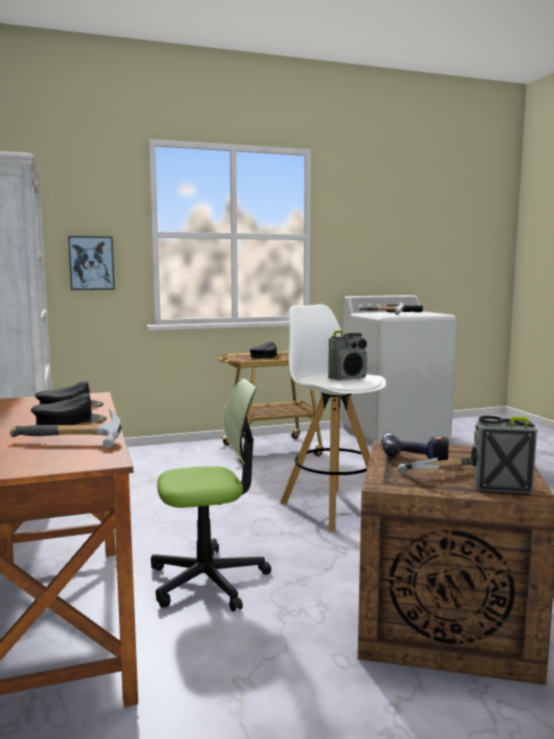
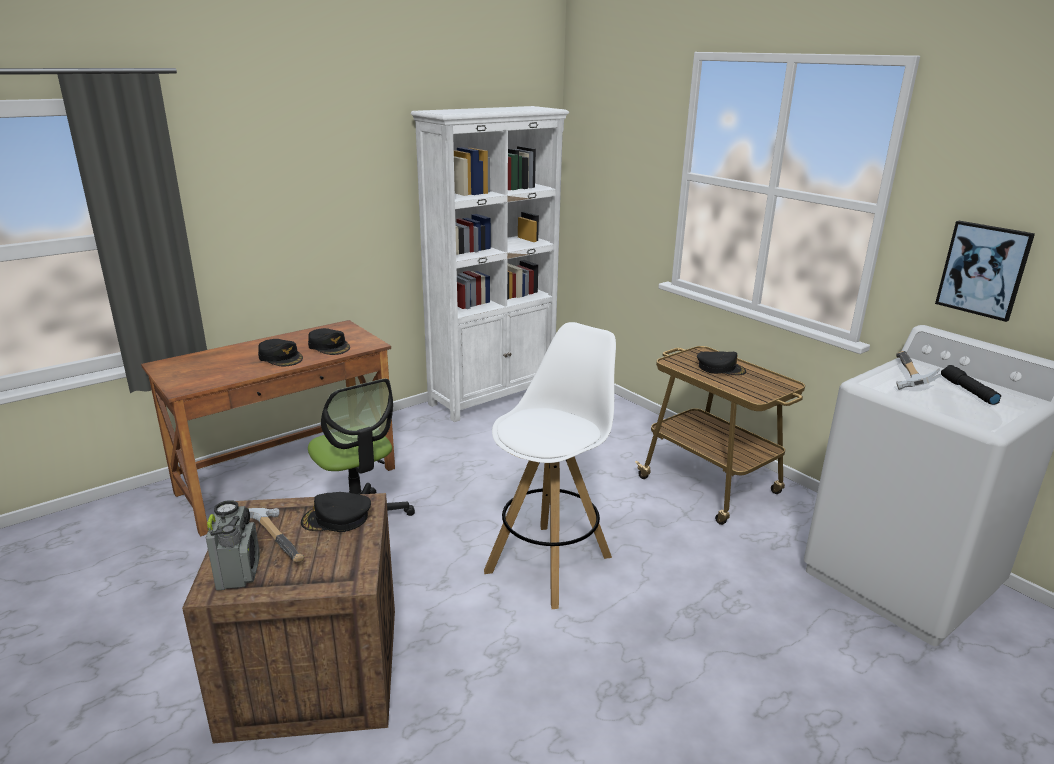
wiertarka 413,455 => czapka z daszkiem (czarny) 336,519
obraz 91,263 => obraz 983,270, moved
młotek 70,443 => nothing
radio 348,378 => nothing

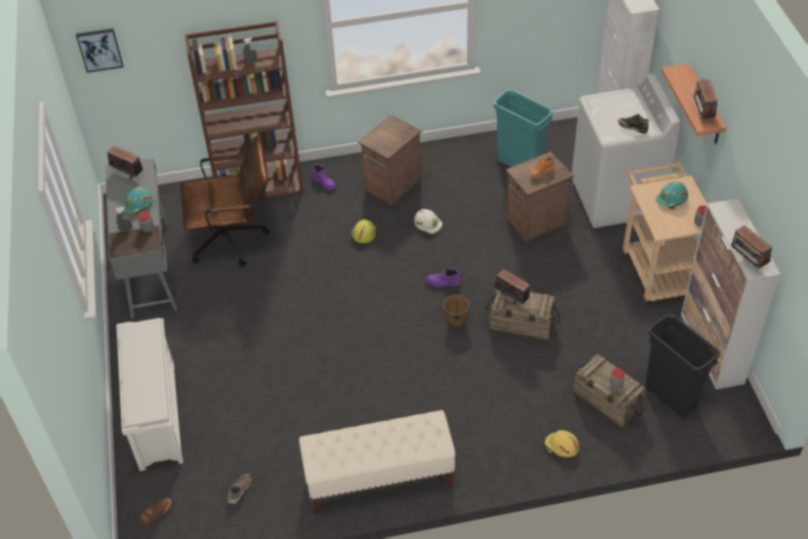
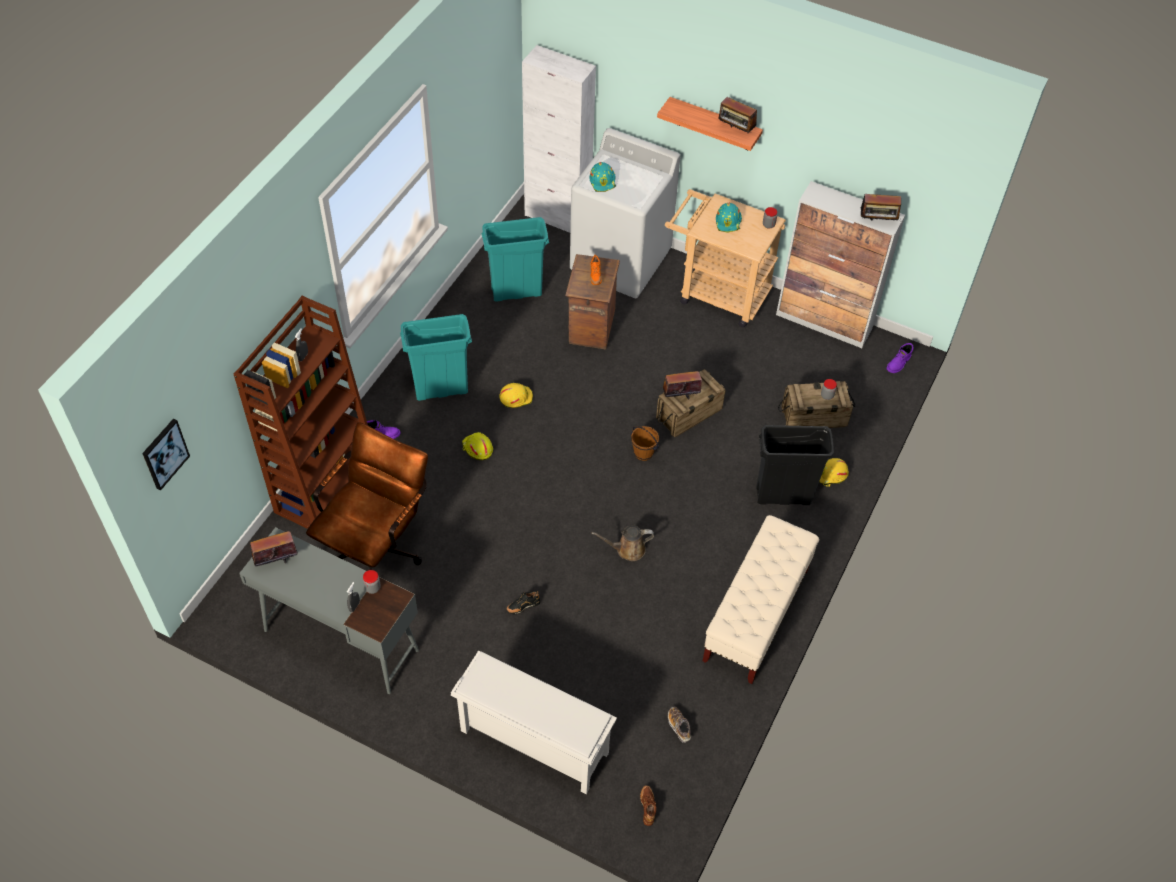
skrzynka 392,185 => kosz na śmieci (turkusowy) 441,389
kask (biały) 428,224 => kask (żółty) 516,397
but (czarny) 632,128 => but (czarny) 523,606, moved
kask (turkusowy) 139,205 => kask (turkusowy) 603,181, moved
nothing => konewka (brązowy) 627,549
kosz na śmieci (czarny) 669,397 => kosz na śmieci (czarny) 783,496, moved
but z cholewką (fioletowy) 443,283 => but z cholewką (fioletowy) 899,364, moved

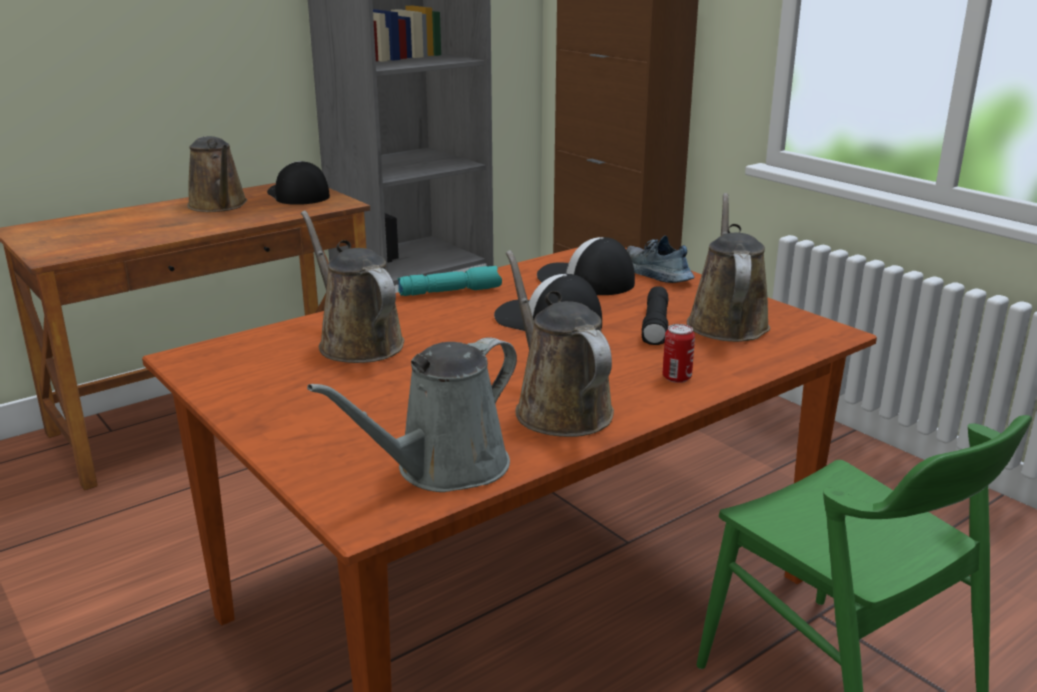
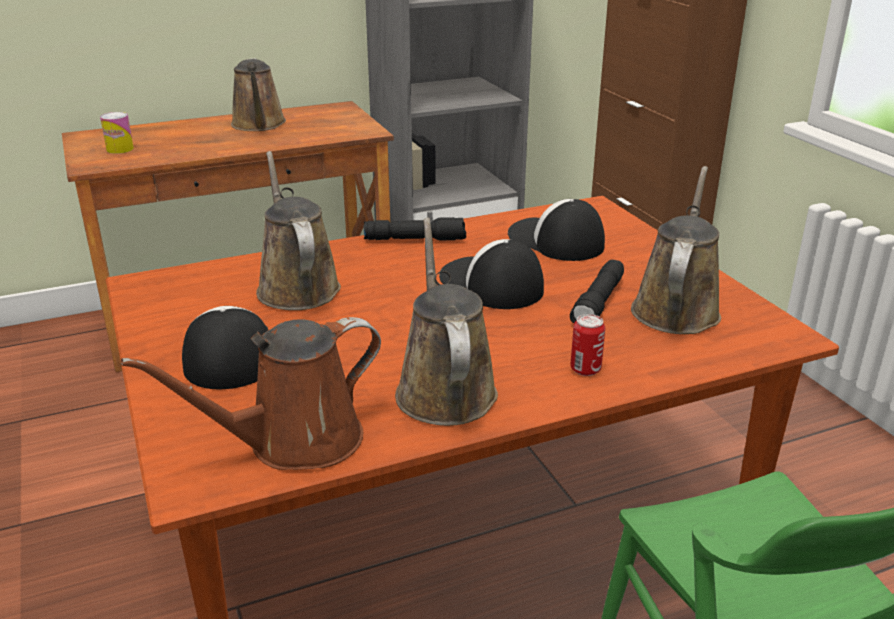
nothing => puszka 120,149
konewka (szary) 444,469 => konewka (brązowy) 294,442
czapka z daszkiem 297,195 => czapka z daszkiem 227,354, moved
latarka (turkusowy) 450,291 => latarka (czarny) 416,239
but 655,274 => nothing

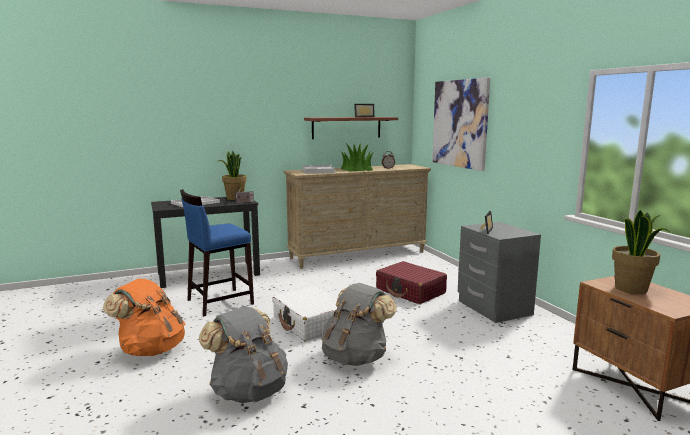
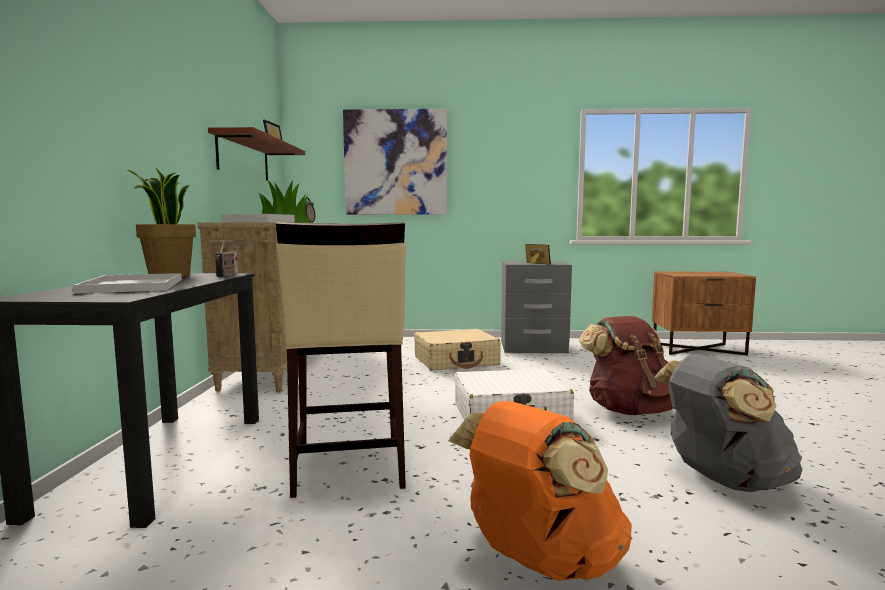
stołek (niebieski) 219,302 => stołek (beżowy) 347,466
walizka (czerwony) 410,291 => walizka (beżowy) 456,361
plecak (szary) 356,357 => plecak (brązowy) 629,410
roślina doniczkowa 631,289 => nothing

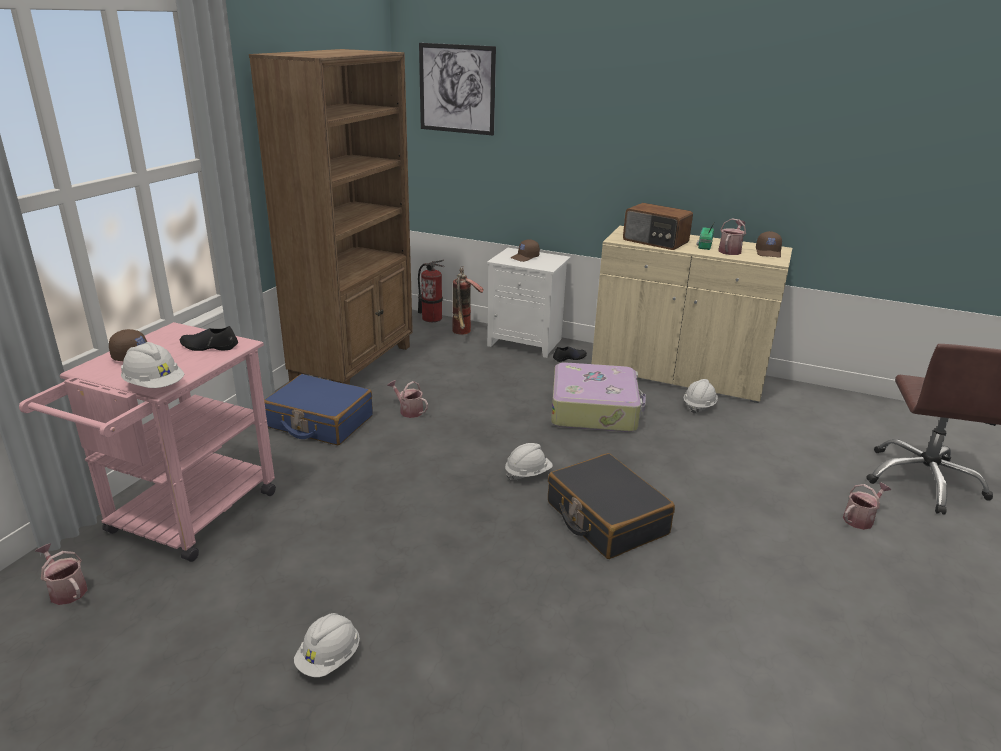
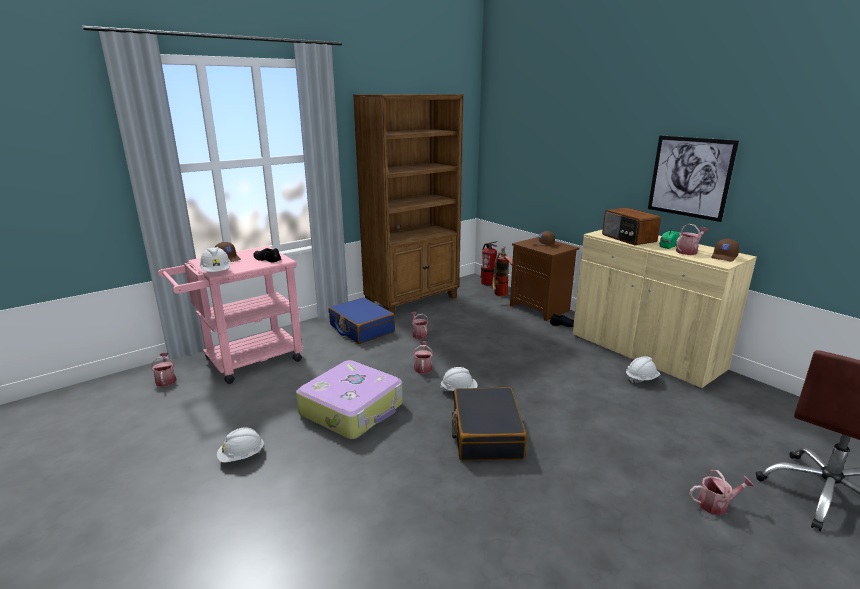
walizka 594,409 => walizka 353,409, moved
nothing => konewka 423,367
szafka nocna (biały) 527,342 => szafka nocna (brązowy) 541,308
obraz 457,89 => obraz 690,177, moved

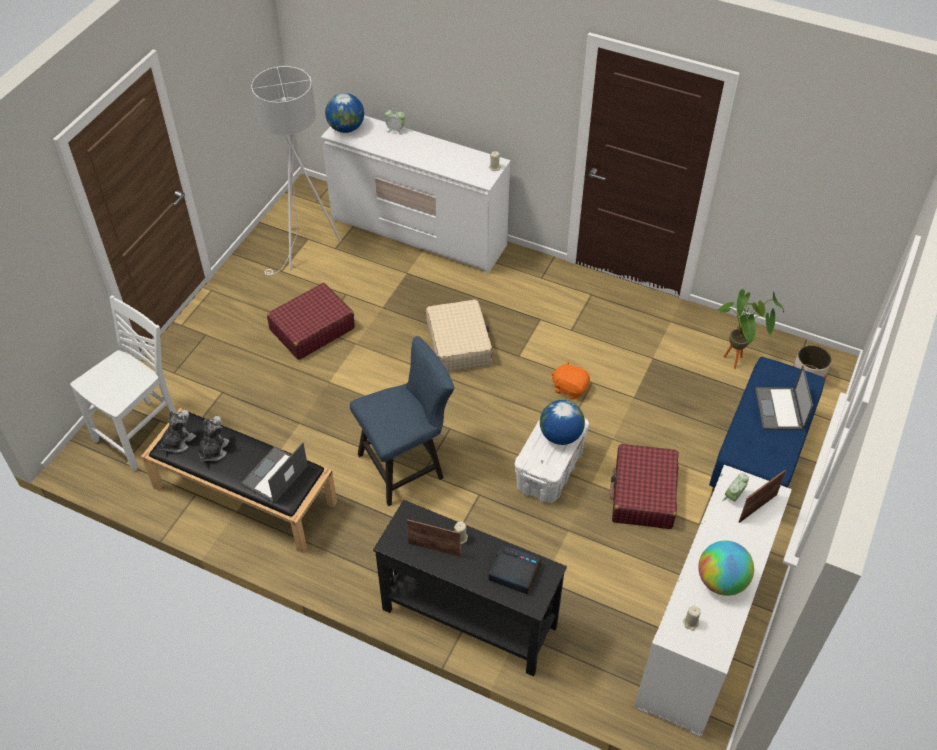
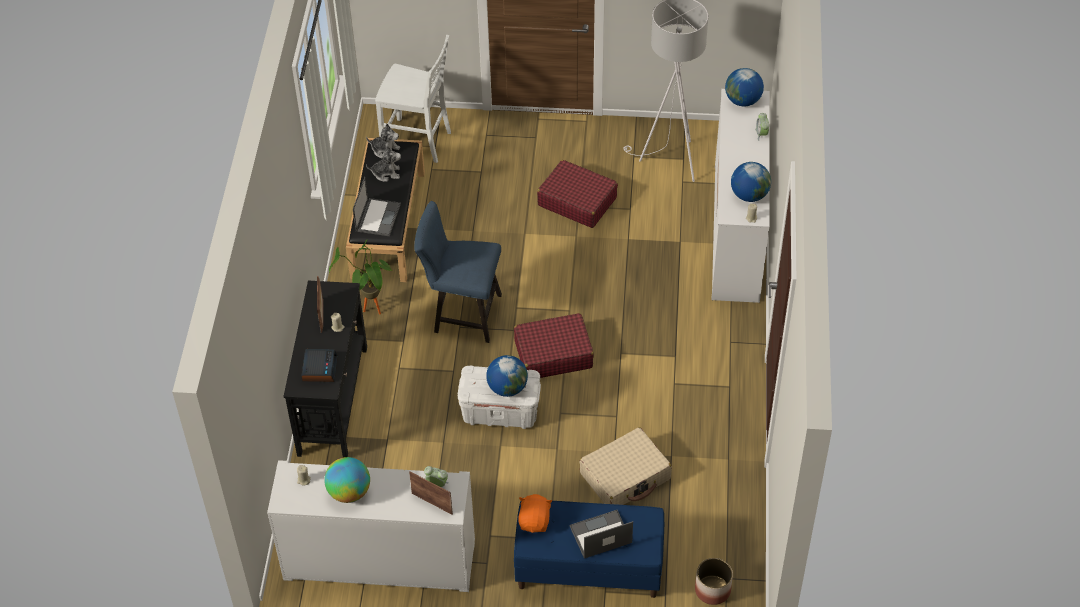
roślina doniczkowa 737,363 => roślina doniczkowa 370,312, moved
laptop 274,476 => laptop 378,217, 90 degrees clockwise
krzesło (niebieski) 407,465 => krzesło (niebieski) 462,314, 150 degrees clockwise
walizka (czerwony) 643,494 => walizka (czerwony) 553,354, moved
pluszak (pomarańczowy) 570,388 => pluszak (pomarańczowy) 535,521, moved
walizka (beżowy) 459,343 => walizka (beżowy) 625,476, moved
nothing => globus 749,195

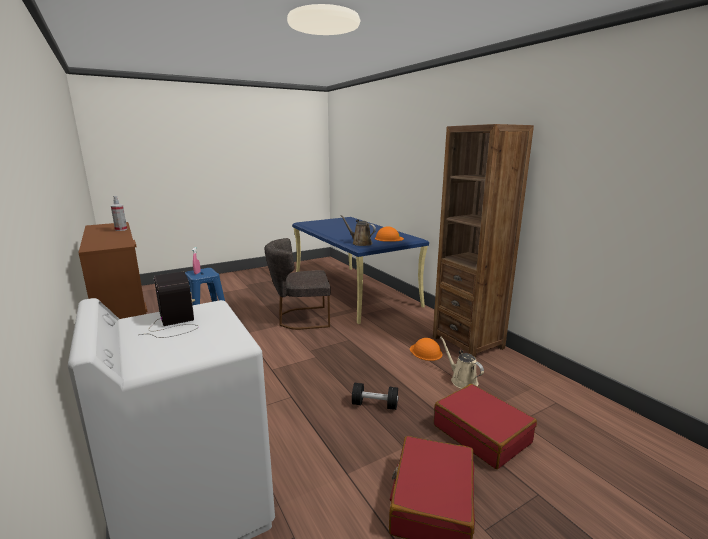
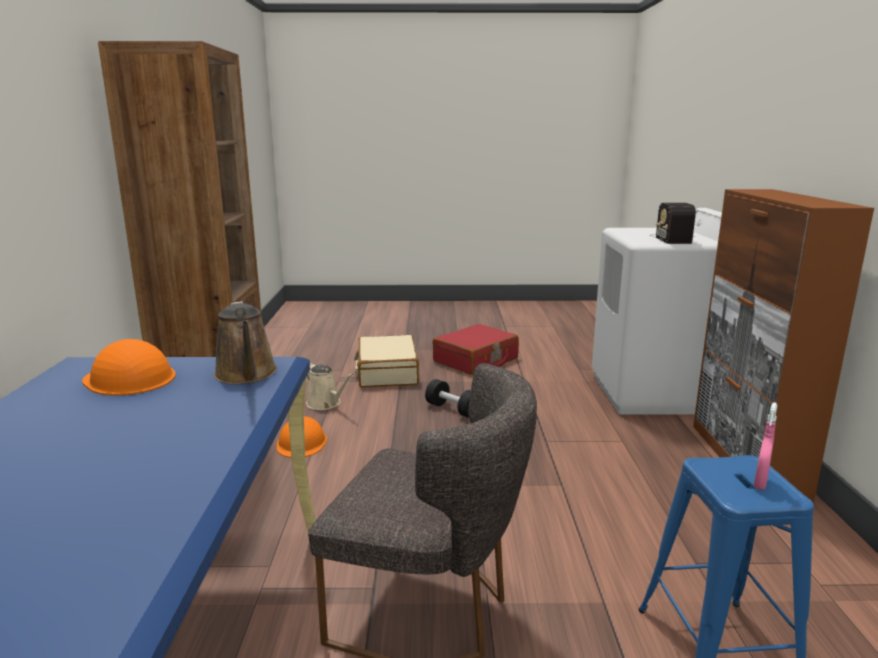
konewka (beżowy) 462,380 => konewka (beżowy) 326,403, 45 degrees counterclockwise
walizka (czerwony) 482,434 => walizka (beżowy) 387,372
spryskiwacz 121,230 => nothing

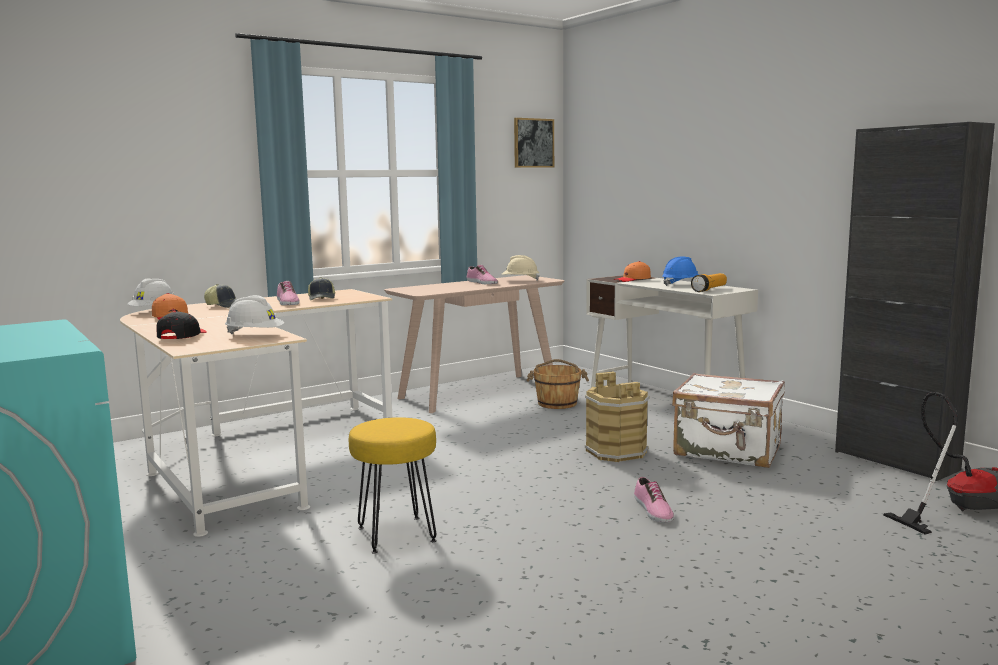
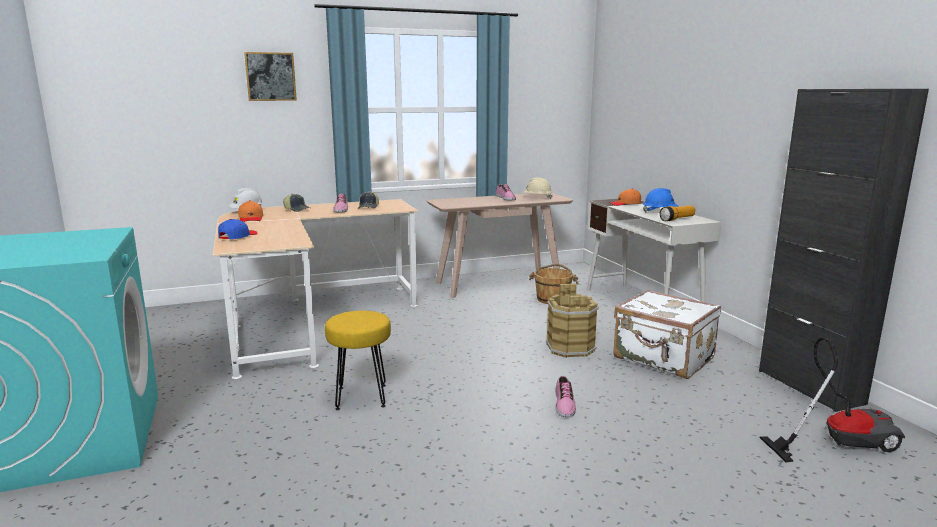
czapka z daszkiem (czarny) 182,336 => czapka z daszkiem (niebieski) 237,236
obraz 533,143 => obraz 270,76, moved
kask (biały) 255,335 => nothing

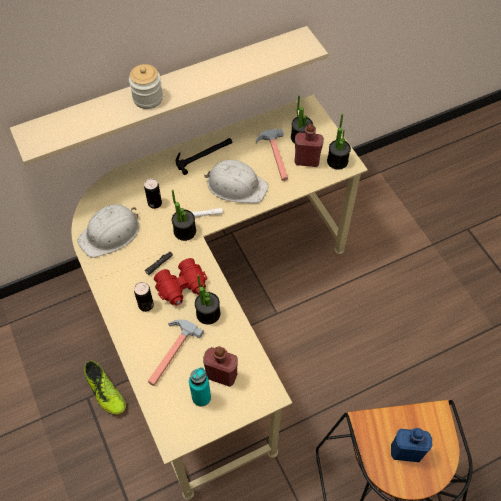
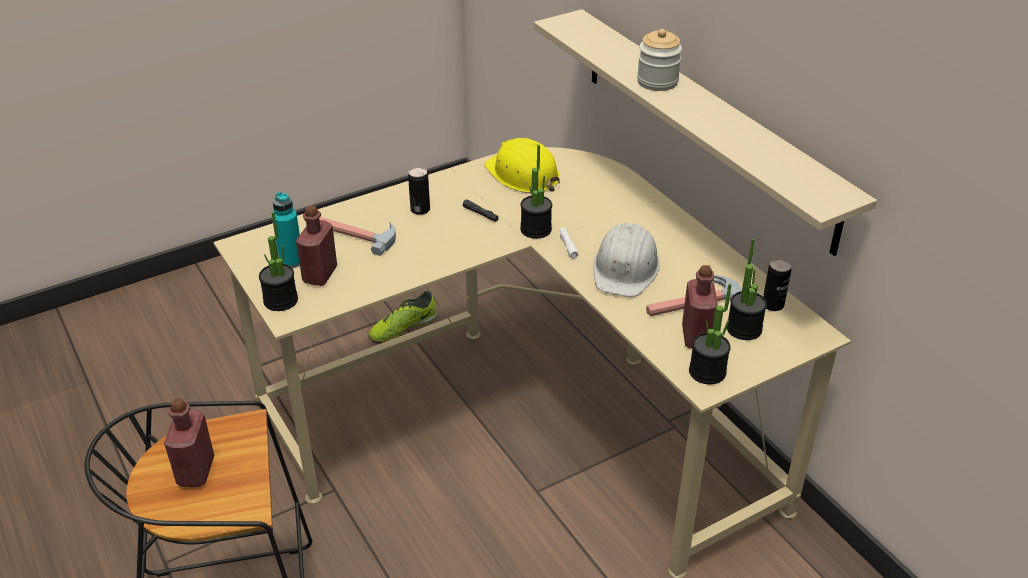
butelka (niebieski) 406,451 => butelka (czerwony) 196,471
roślina doniczkowa 208,313 => roślina doniczkowa 280,300, moved
kask (biały) 110,233 => kask (żółty) 523,174
puszka 154,203 => puszka 772,305, moved
lornetka (czerwony) 182,287 => nothing
młotek 204,154 => nothing

